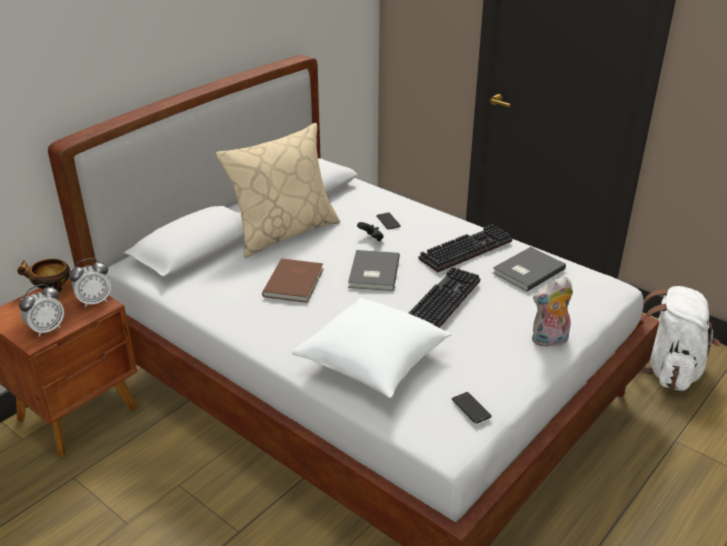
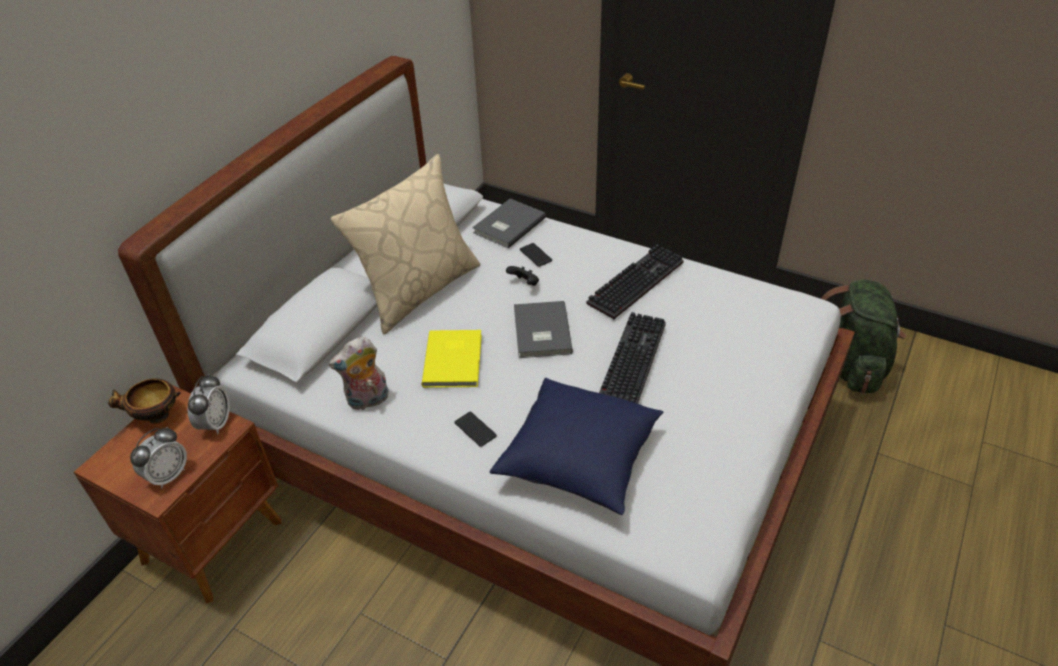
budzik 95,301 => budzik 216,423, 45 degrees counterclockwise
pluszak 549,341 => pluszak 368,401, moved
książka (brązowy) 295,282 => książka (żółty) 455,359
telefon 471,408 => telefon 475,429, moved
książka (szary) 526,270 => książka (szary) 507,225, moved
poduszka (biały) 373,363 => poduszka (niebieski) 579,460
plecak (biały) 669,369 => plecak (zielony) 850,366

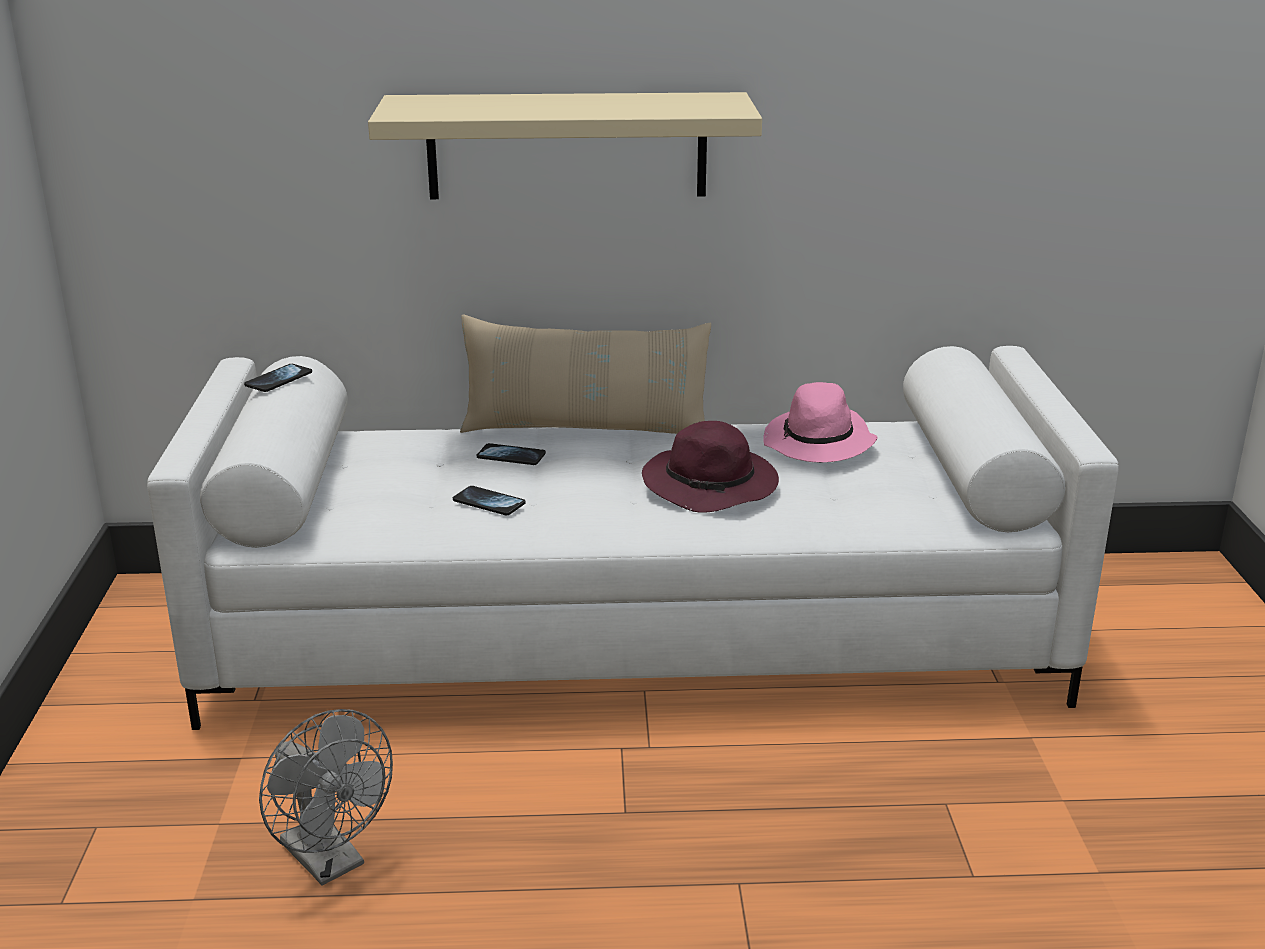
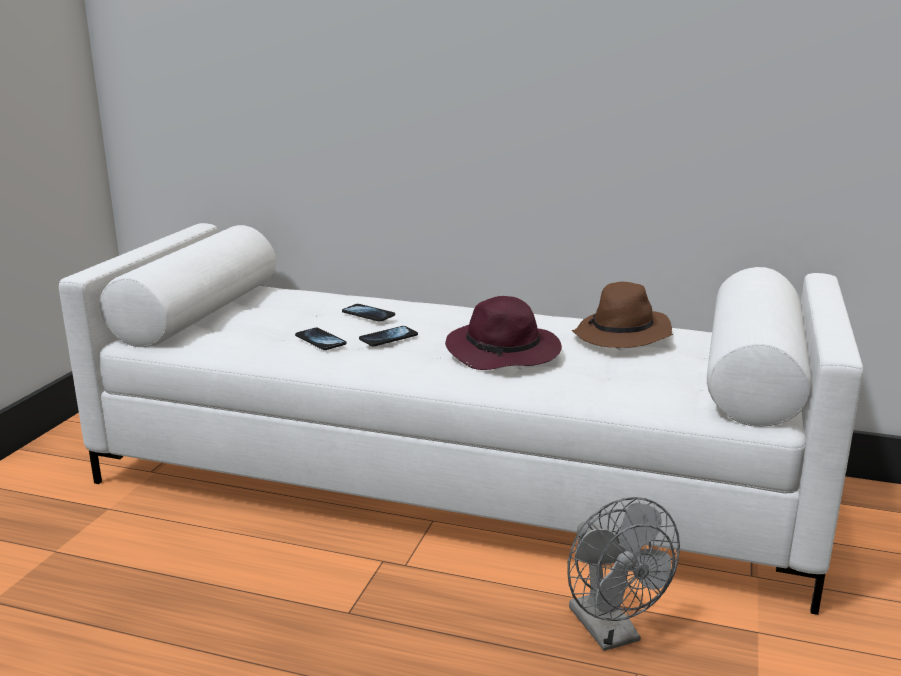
telefon 279,380 => telefon 388,338, moved
wentylator (szary) 331,862 => wentylator (szary) 611,633, moved
kapelusz (różowy) 819,444 => kapelusz (brązowy) 622,336
półka (beżowy) 567,146 => nothing
poduszka (beżowy) 585,429 => nothing

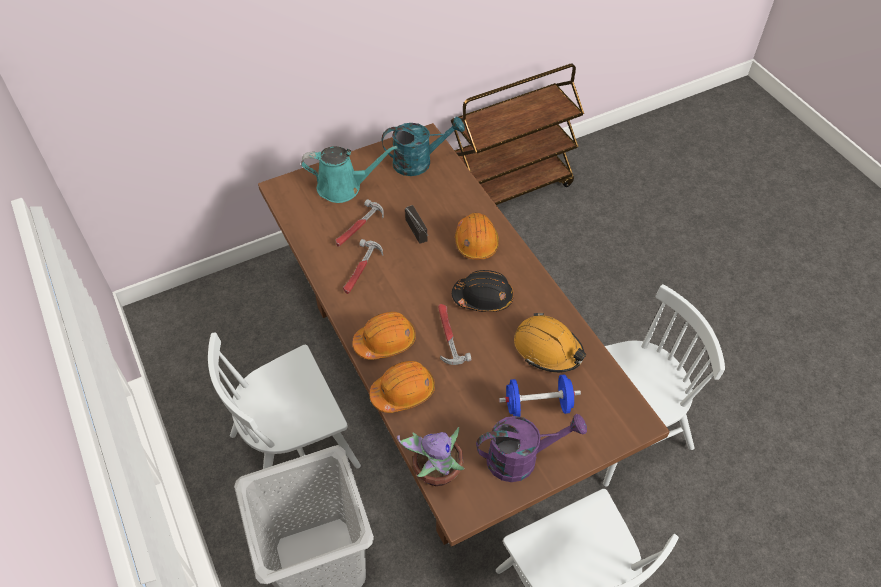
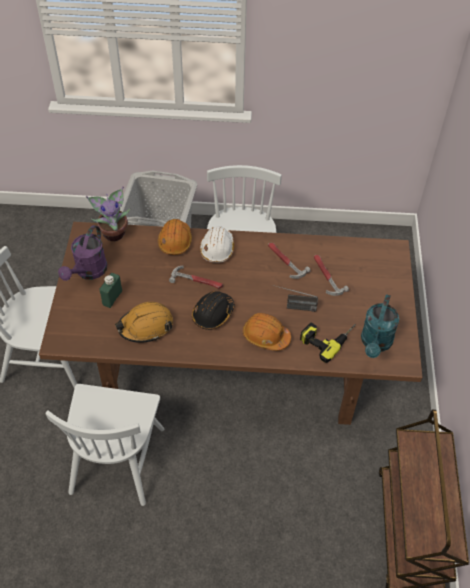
hantel (niebieski) 538,406 => butelka (zielony) 112,298
kask (pomarańczowy) 385,341 => kask (biały) 217,249
nothing => wiertarka 327,337
konewka (turkusowy) 343,187 => nothing

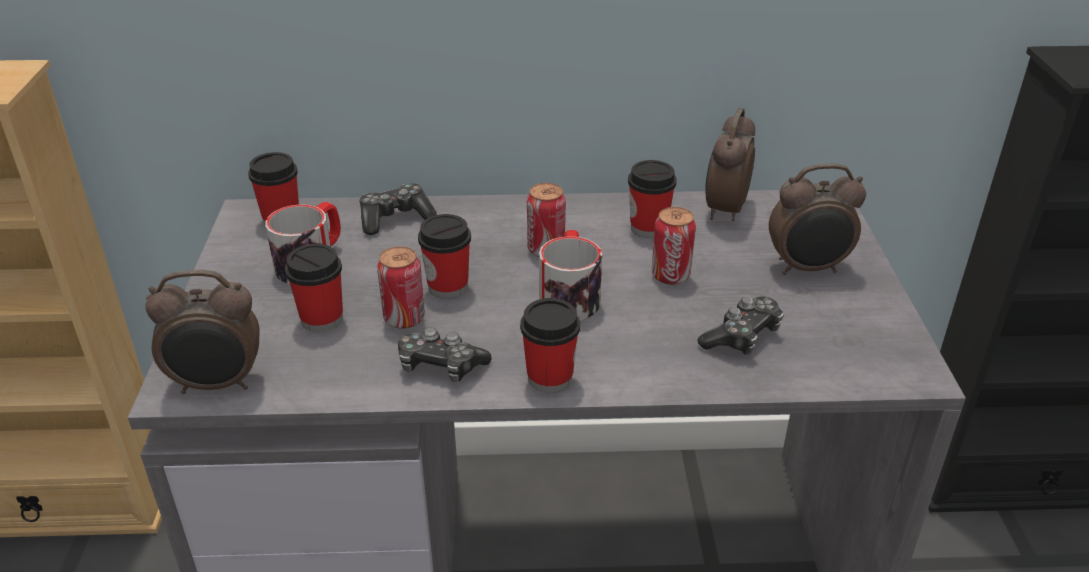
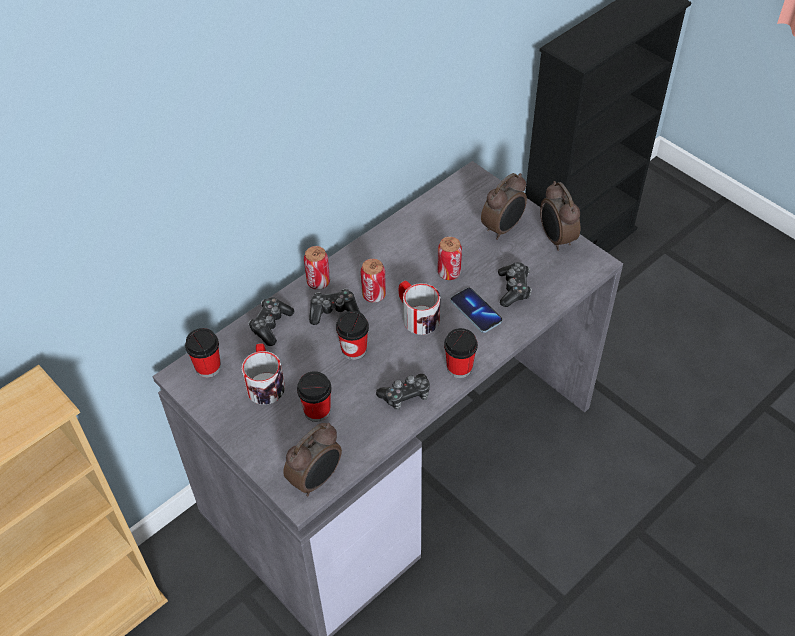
puszka 404,318 => puszka 318,282, moved
nothing => pad do gier 333,311
nothing => telefon 476,311
budzik 724,210 => budzik 556,239, moved
filiżanka 648,228 => nothing

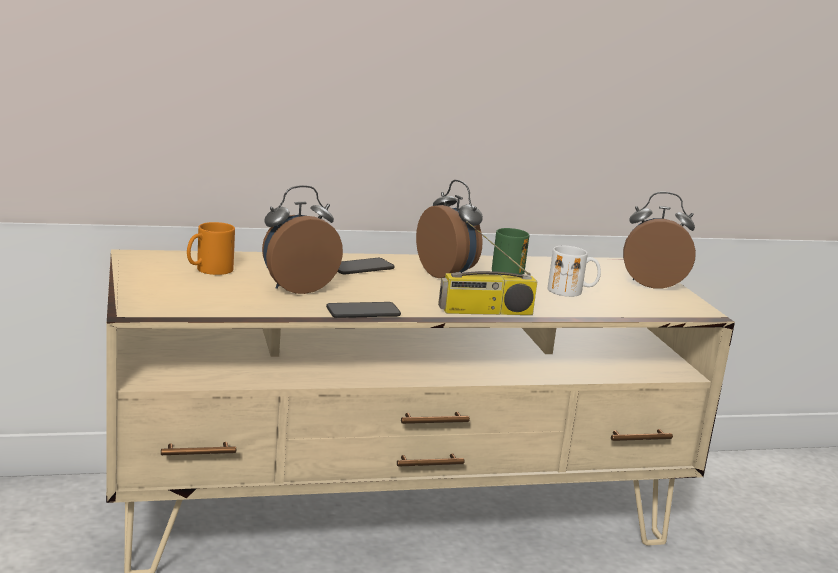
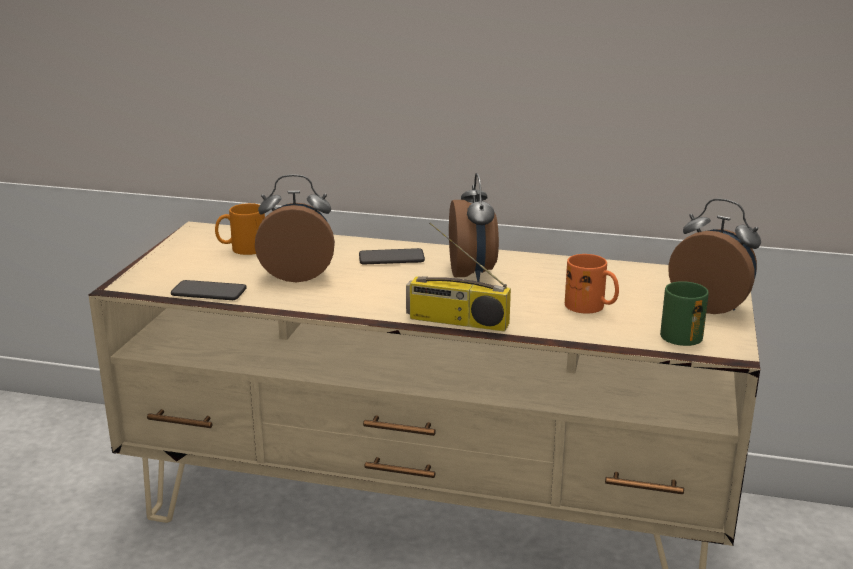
telefon 363,312 => telefon 209,292, moved
kubek (biały) 572,292 => kubek (pomarańczowy) 591,307
kubek (zielony) 508,269 => kubek (zielony) 684,333, moved

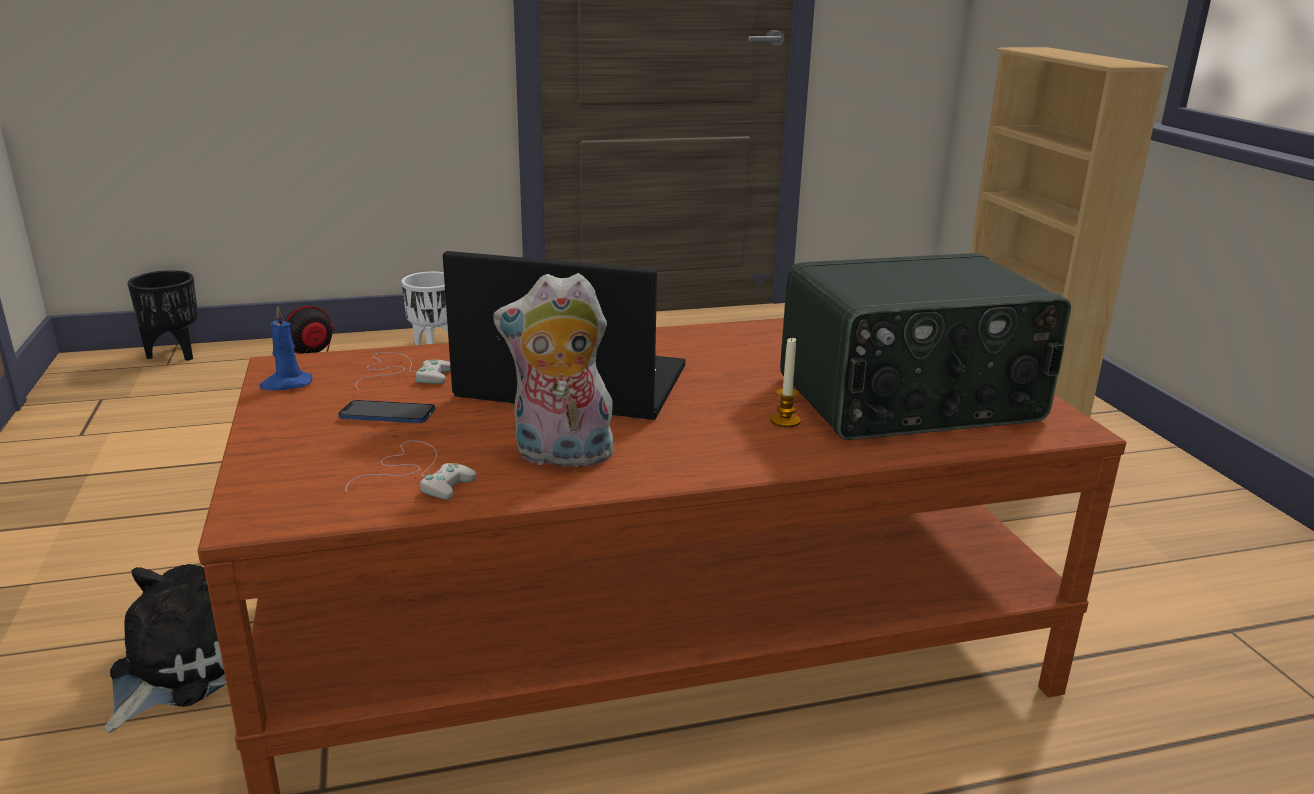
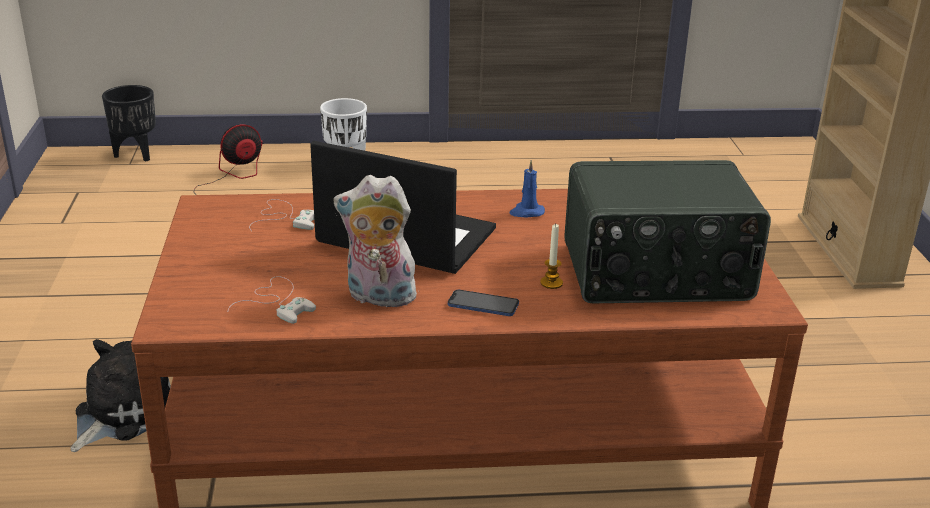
telefon 387,414 => telefon 483,305, moved
świeca (niebieski) 286,384 => świeca (niebieski) 526,212, moved

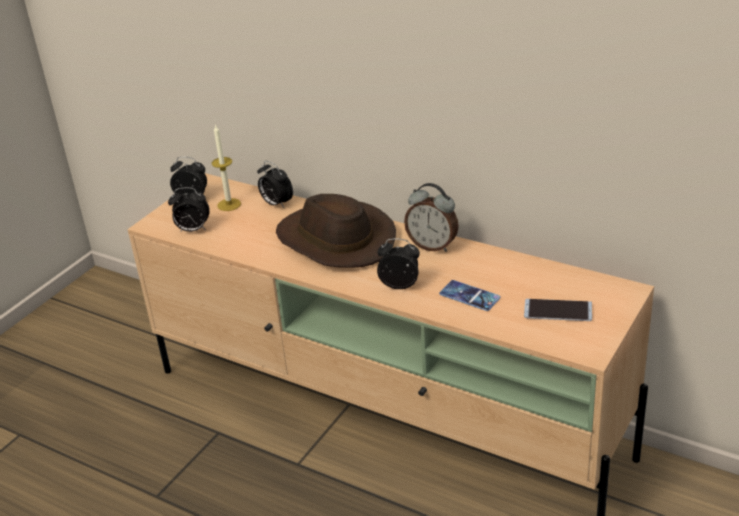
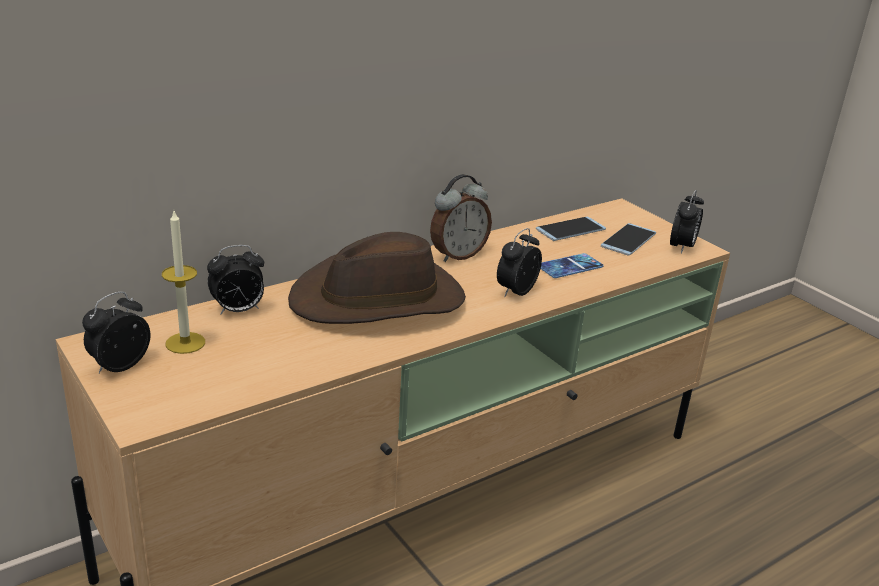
nothing => telefon 570,229
budzik 193,230 => budzik 682,247, moved

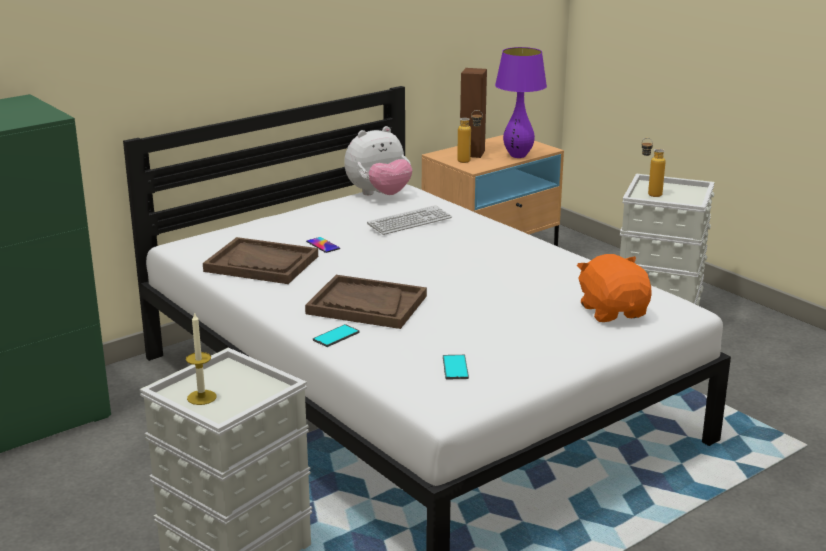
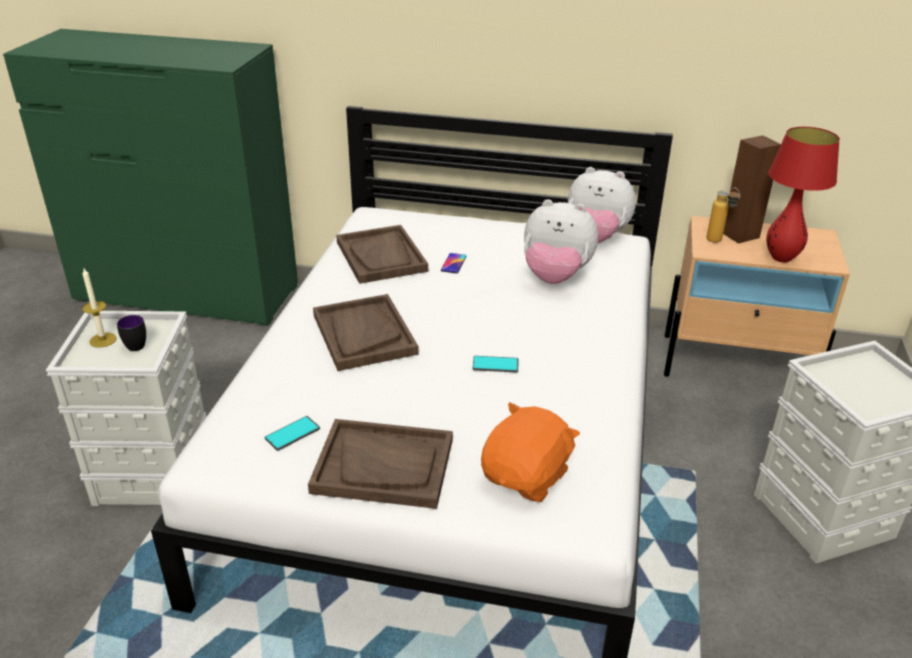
nothing => kubek 137,344
nothing => taca (brązowy) 384,466
telefon 336,336 => telefon 495,365, moved
klawiatura 409,222 => pluszak 555,277
lampa stołowa (fioletowy) 518,156 => lampa stołowa (czerwony) 781,258
butelka 649,194 => nothing

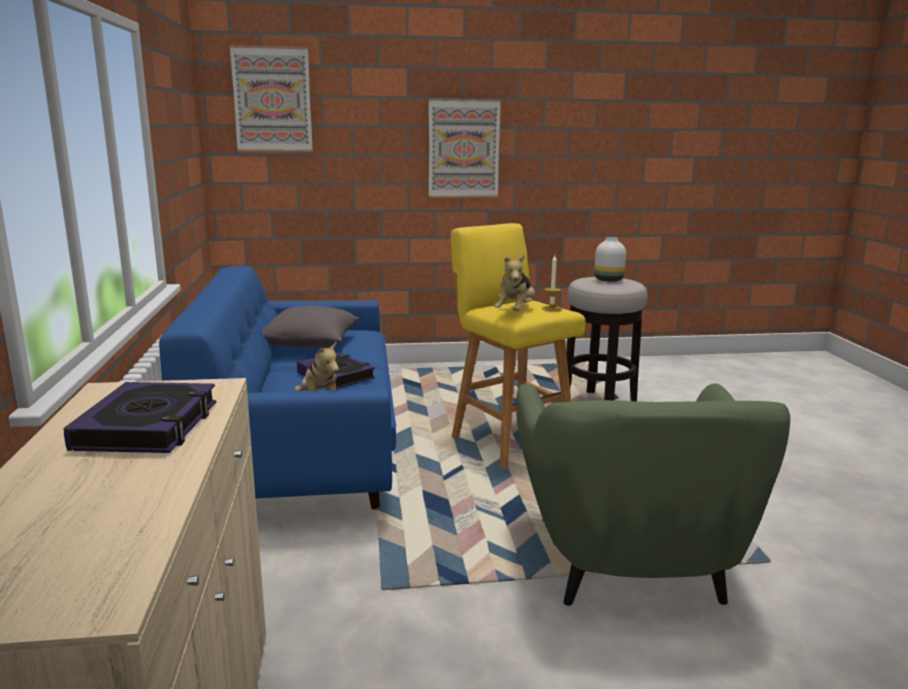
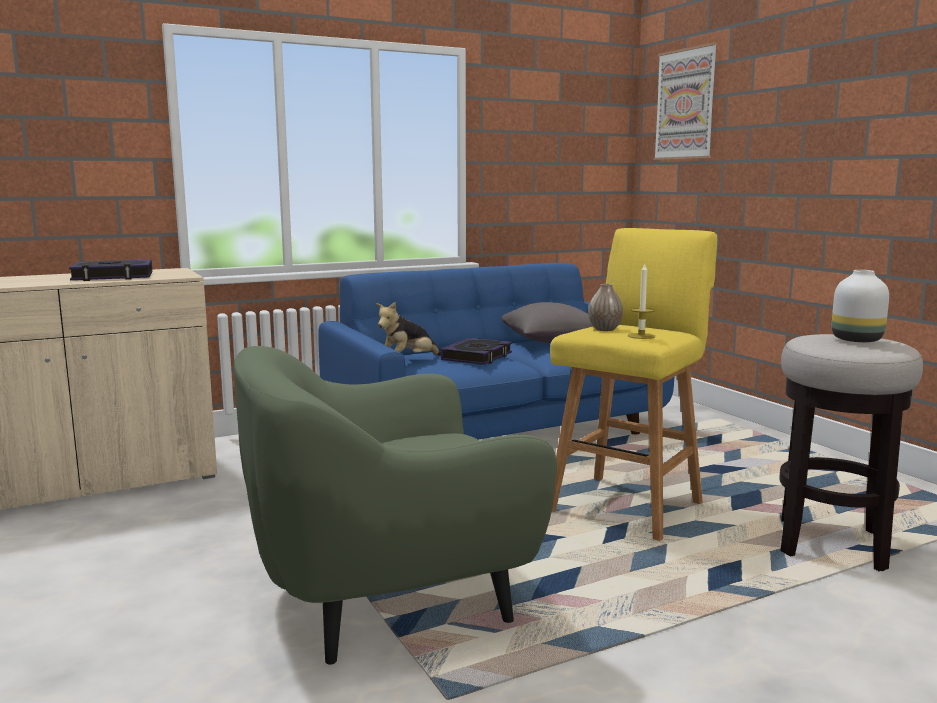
pluszak 515,311 => wazon 604,329
obraz 463,149 => nothing

